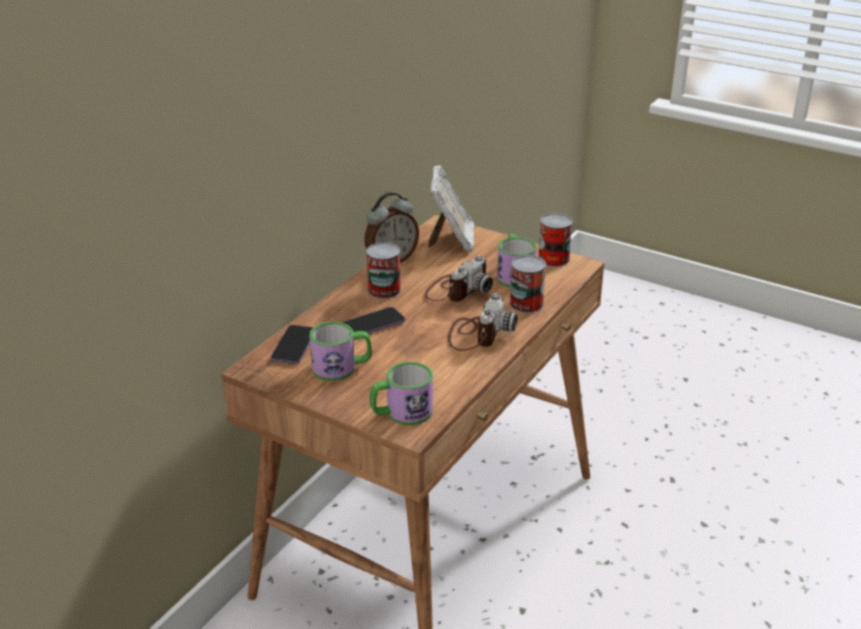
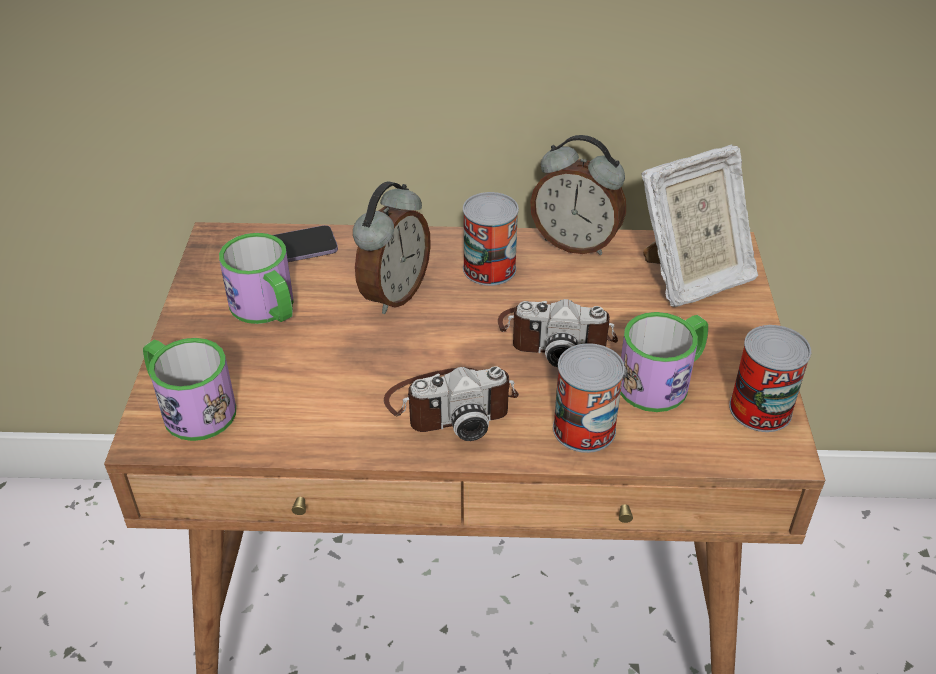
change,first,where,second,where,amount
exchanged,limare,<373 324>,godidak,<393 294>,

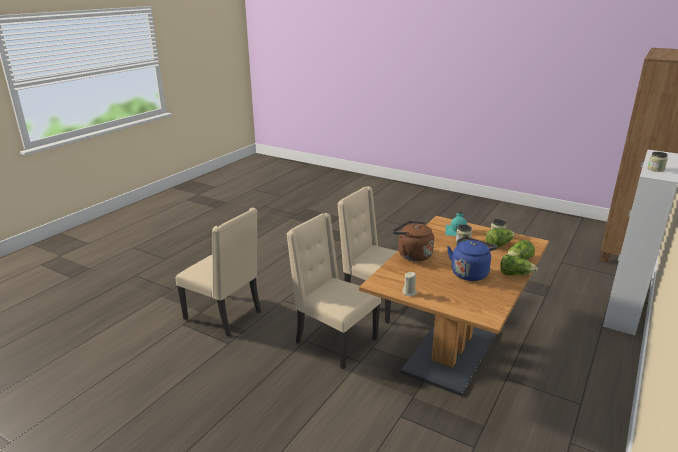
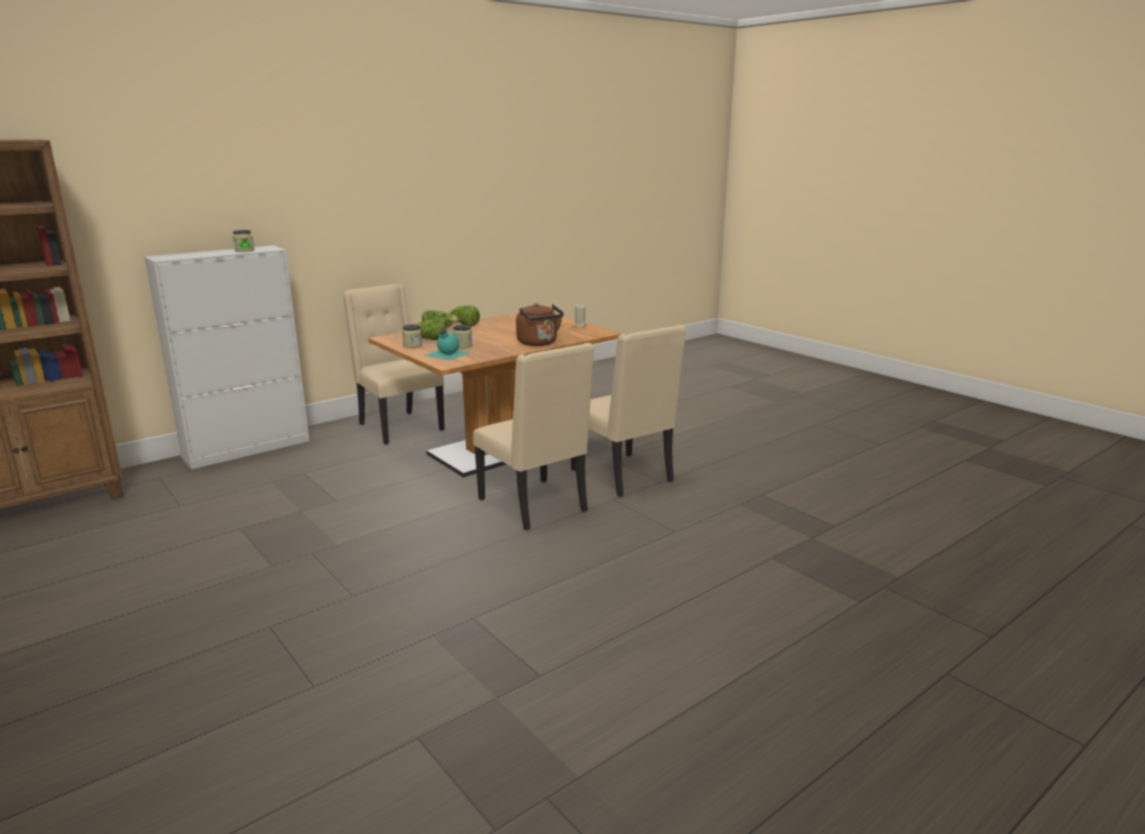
change,first,where,second,where,amount
relocated,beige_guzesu,<225 315>,,<398 427>,
missing,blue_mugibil,<470 273>,,,

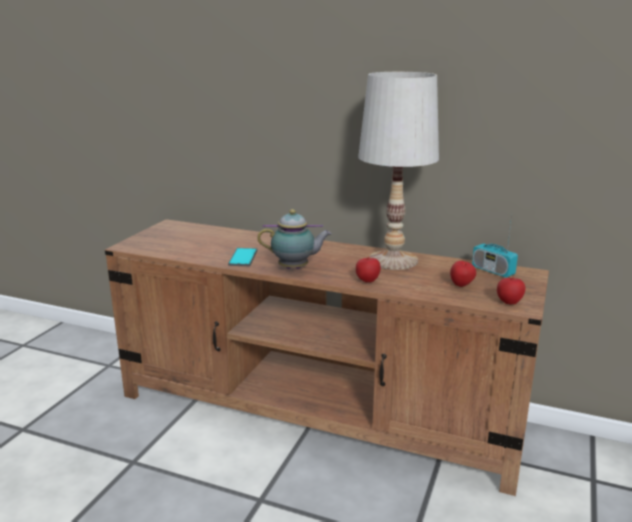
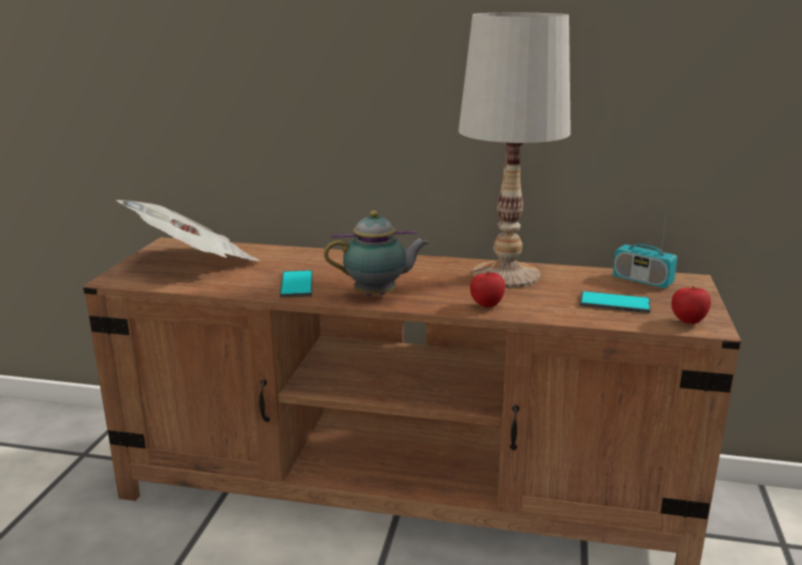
change,first,where,second,where,amount
appeared,,,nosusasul,<195 263>,
exchanged,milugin,<461 286>,limare,<614 303>,

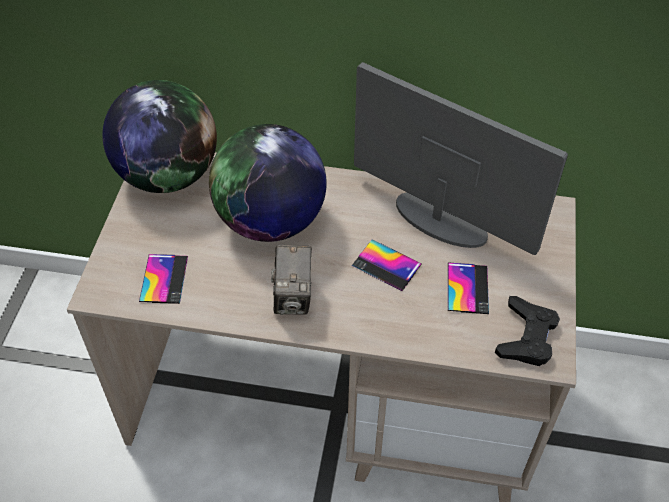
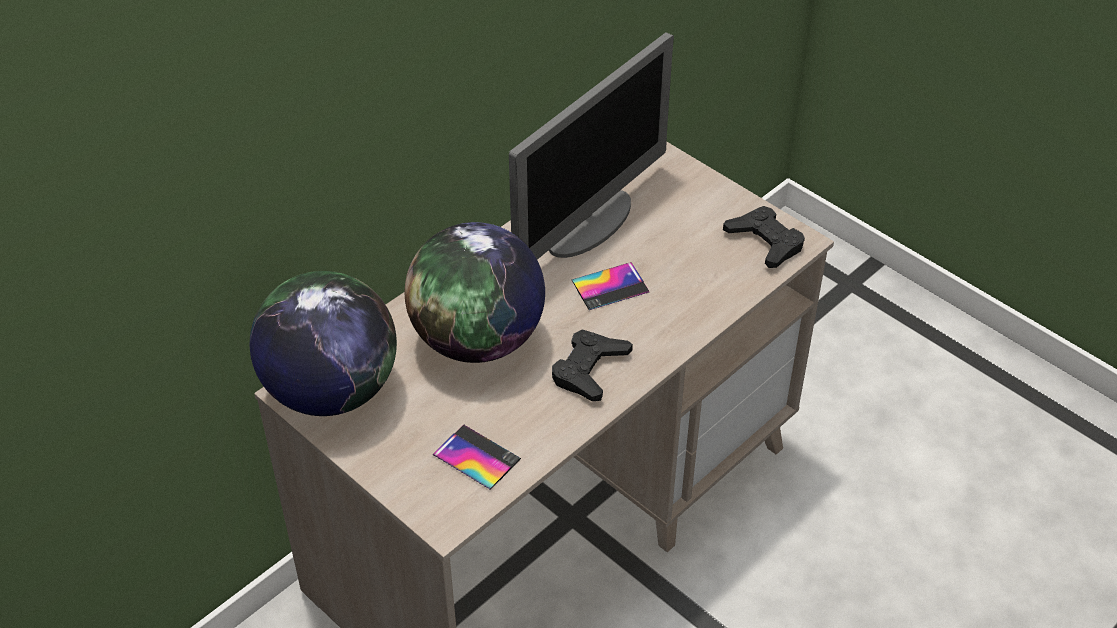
change,first,where,second,where,amount
spun,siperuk,<440 220>,,<590 224>,150 degrees clockwise
exchanged,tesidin,<293 297>,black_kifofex,<589 369>,
missing,limare,<467 288>,,,

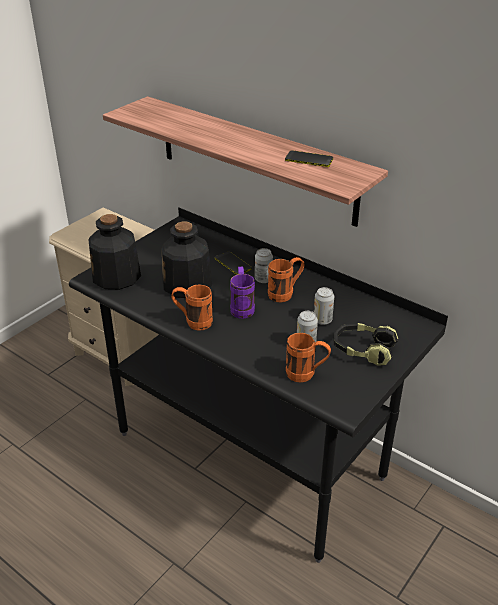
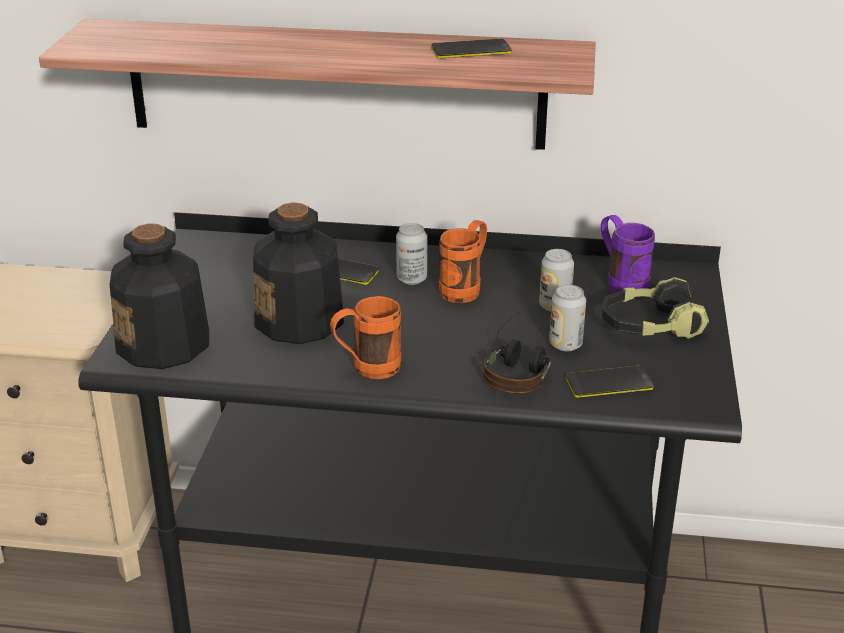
change,first,where,second,where,amount
appeared,,,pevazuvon,<519 367>,
exchanged,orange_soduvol,<306 375>,limare,<609 383>,
relocated,purple_soduvol,<242 307>,,<621 282>,

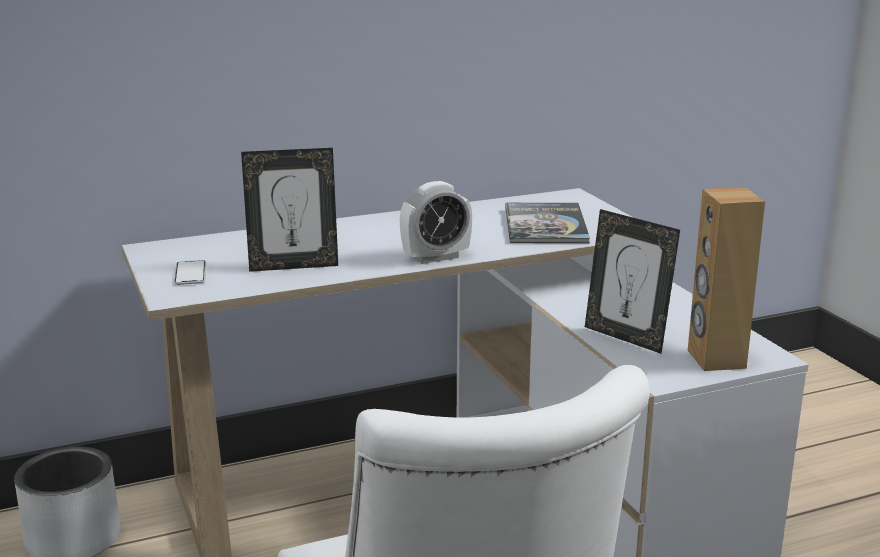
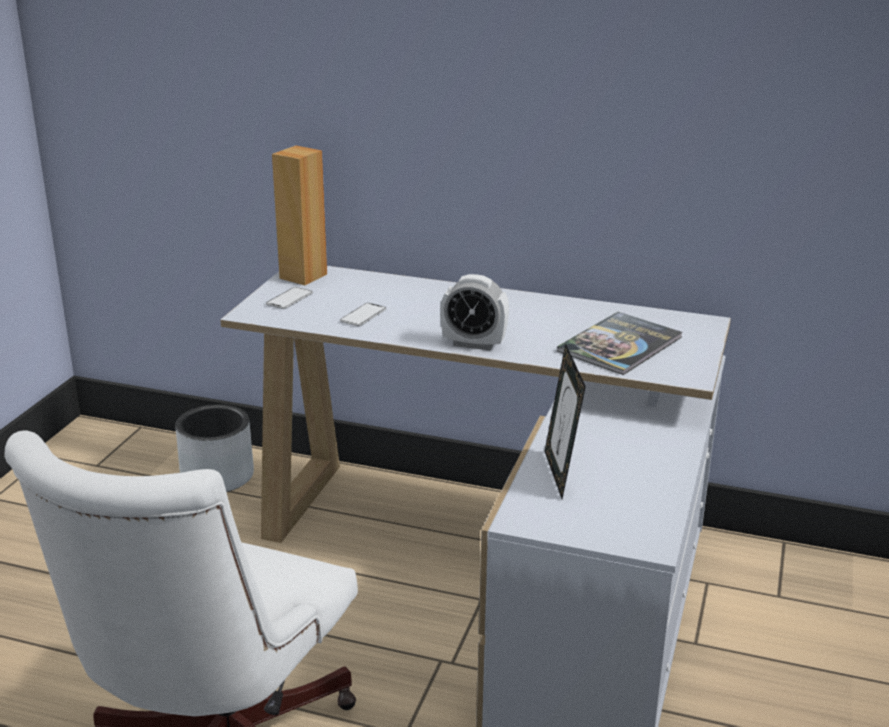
change,first,where,second,where,amount
relocated,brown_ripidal,<715 359>,,<303 276>,
exchanged,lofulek,<293 266>,limare,<363 316>,

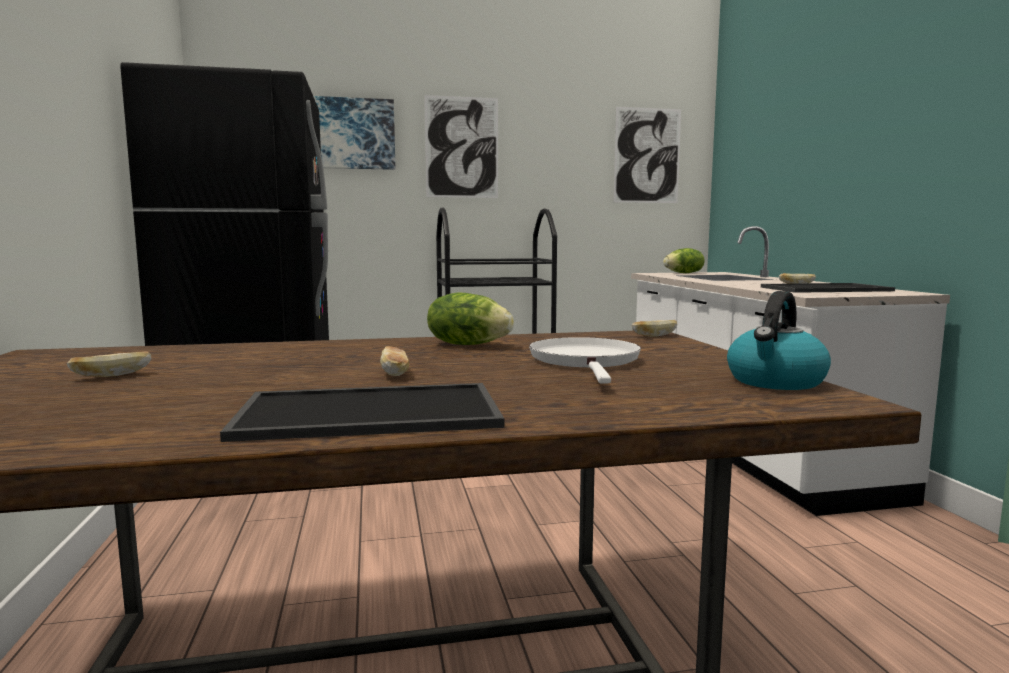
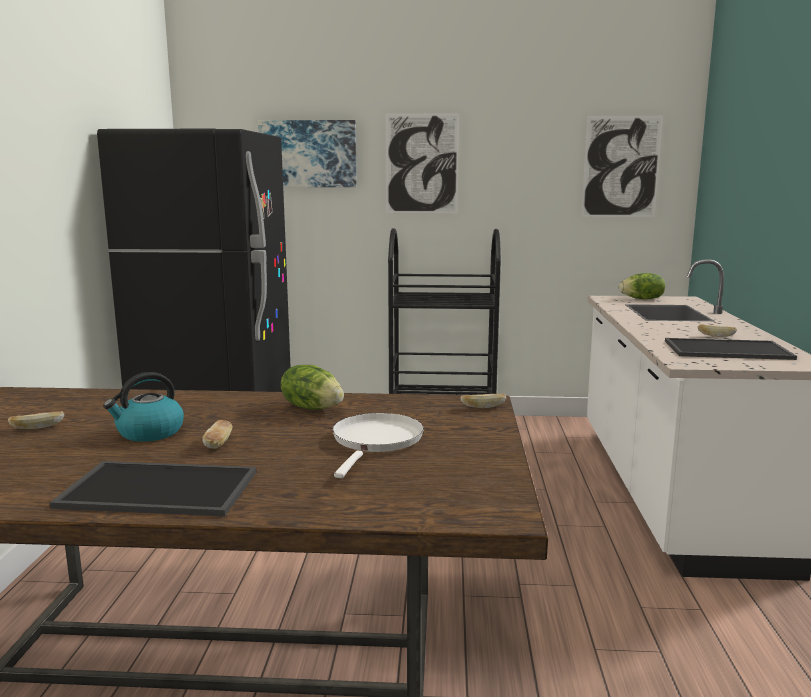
change,first,where,second,where,amount
relocated,mugibil,<775 382>,,<149 433>,

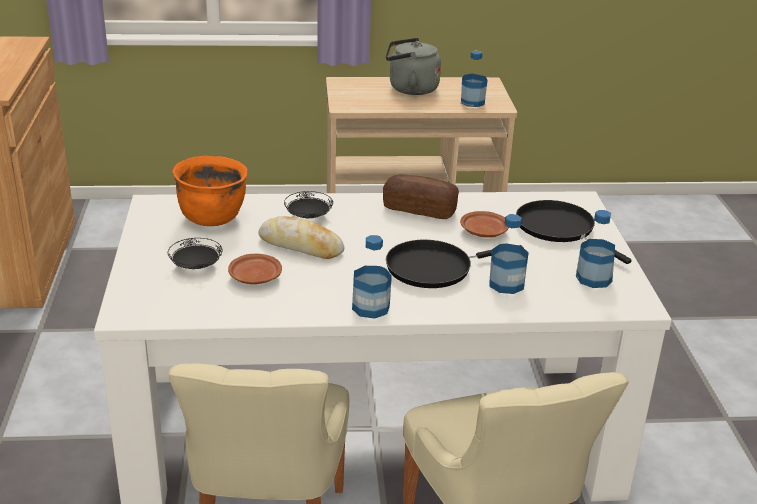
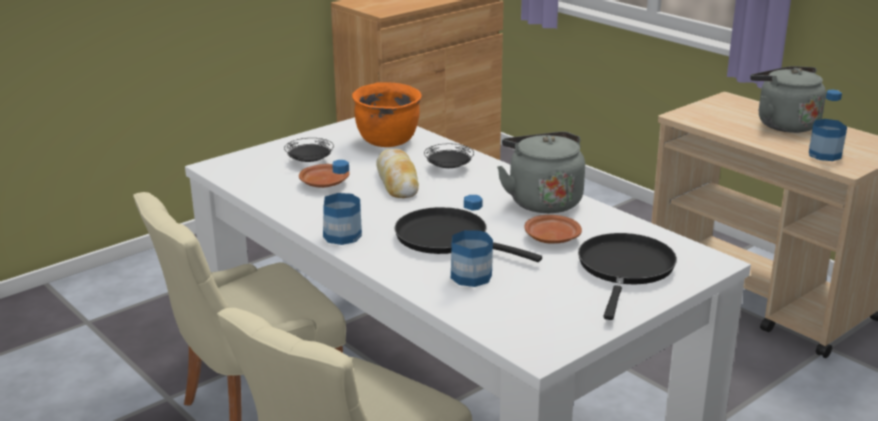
change,first,where,second,where,amount
exchanged,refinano,<419 209>,grey_mugibil,<542 200>,
missing,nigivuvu,<594 278>,,,

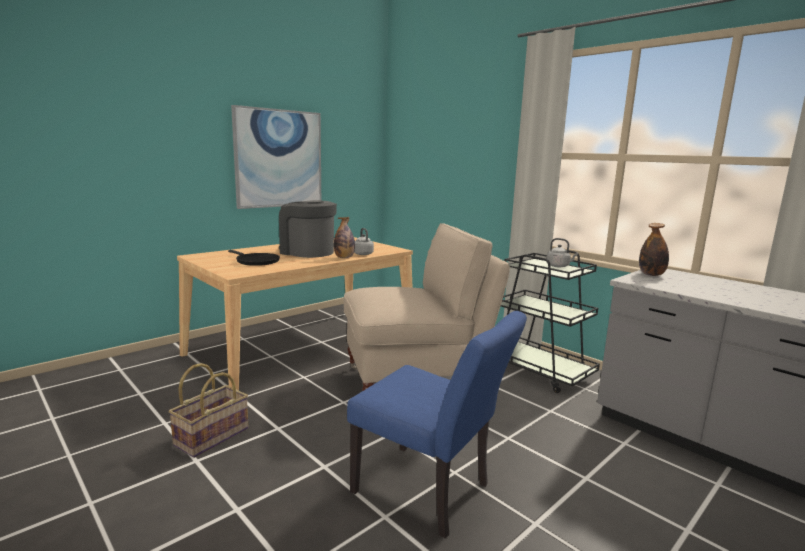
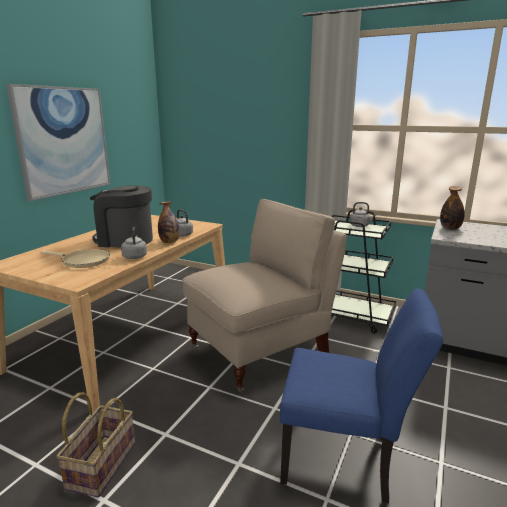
change,first,where,second,where,amount
colour,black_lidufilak,<256 261>,beige_lidufilak,<83 261>,
appeared,,,grey_mugibil,<135 256>,

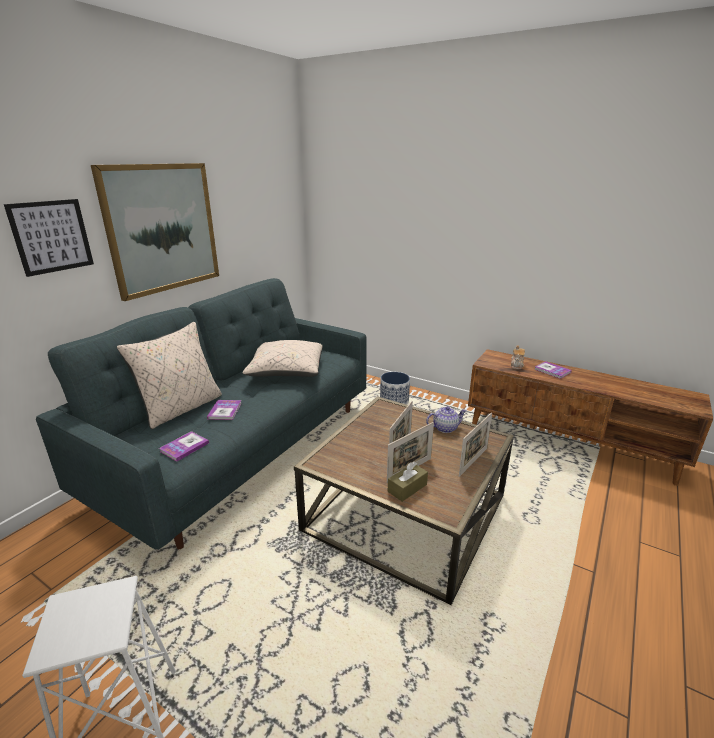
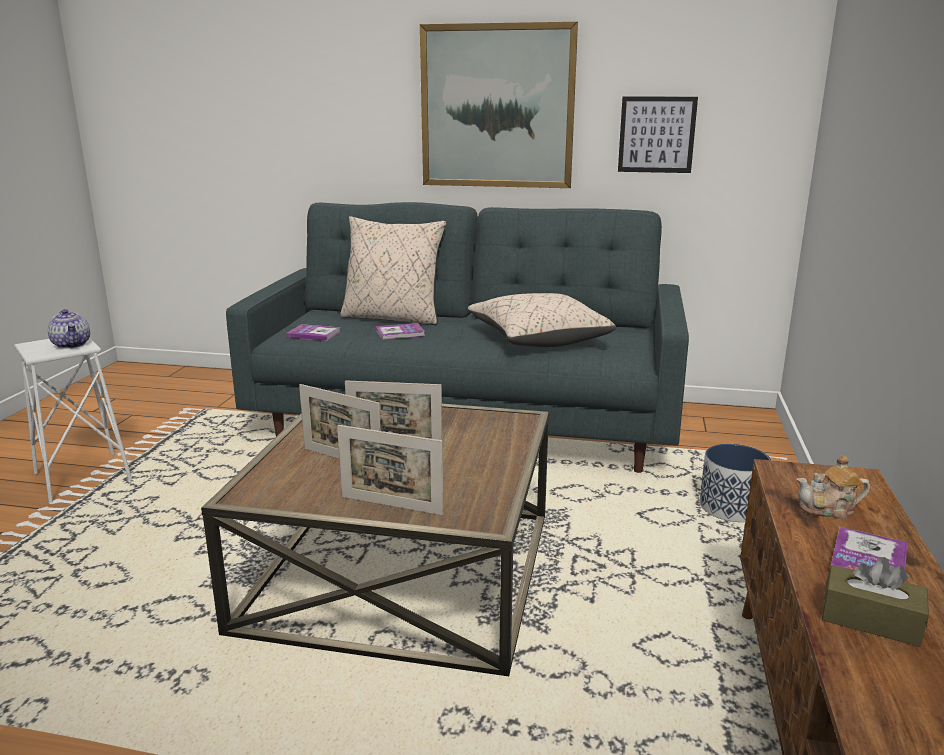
change,first,where,second,where,amount
relocated,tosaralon,<445 428>,,<72 345>,
relocated,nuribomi,<51 236>,,<656 134>,
relocated,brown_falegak,<407 488>,,<870 620>,

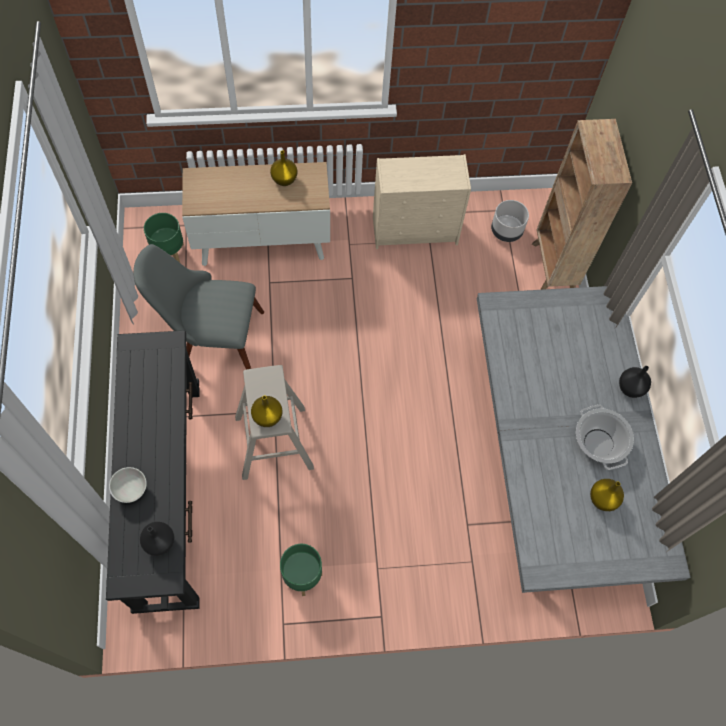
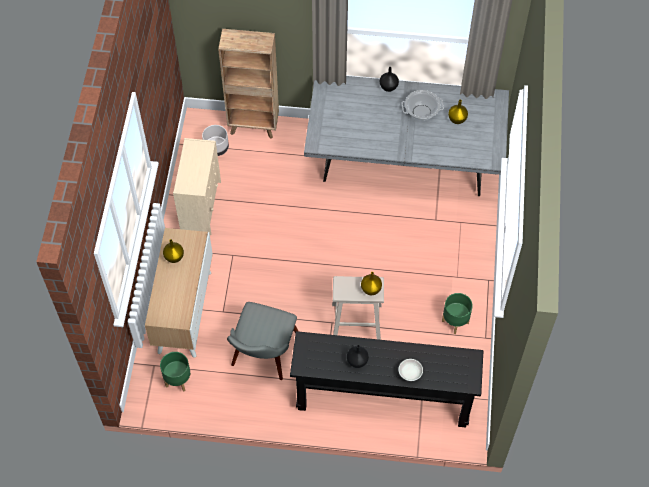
change,first,where,second,where,amount
relocated,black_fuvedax,<159 542>,,<357 361>,

